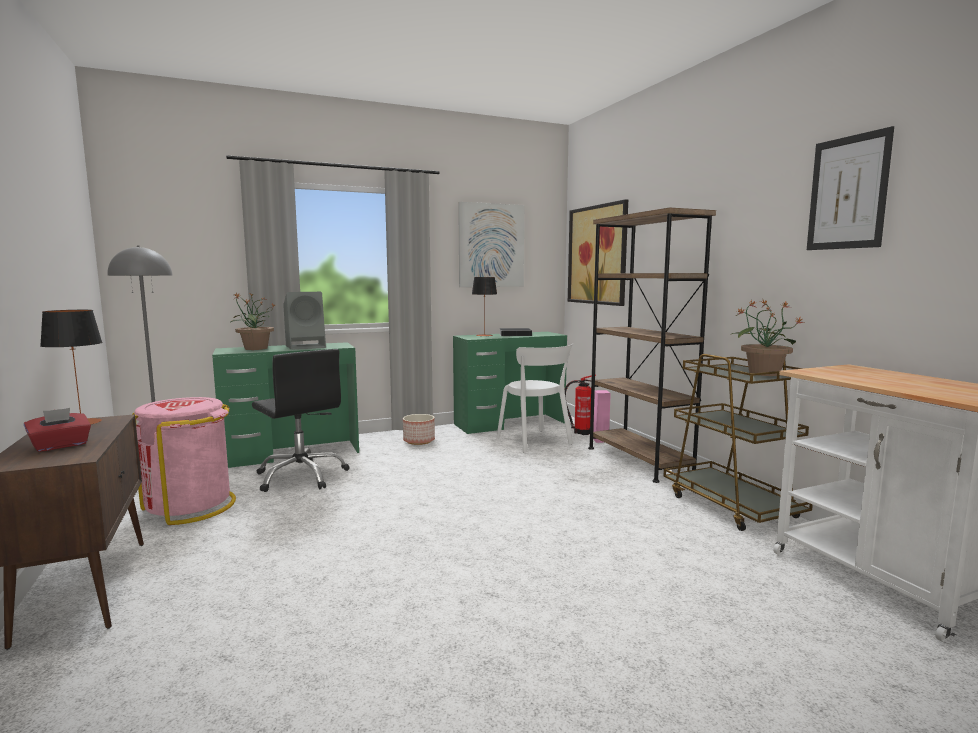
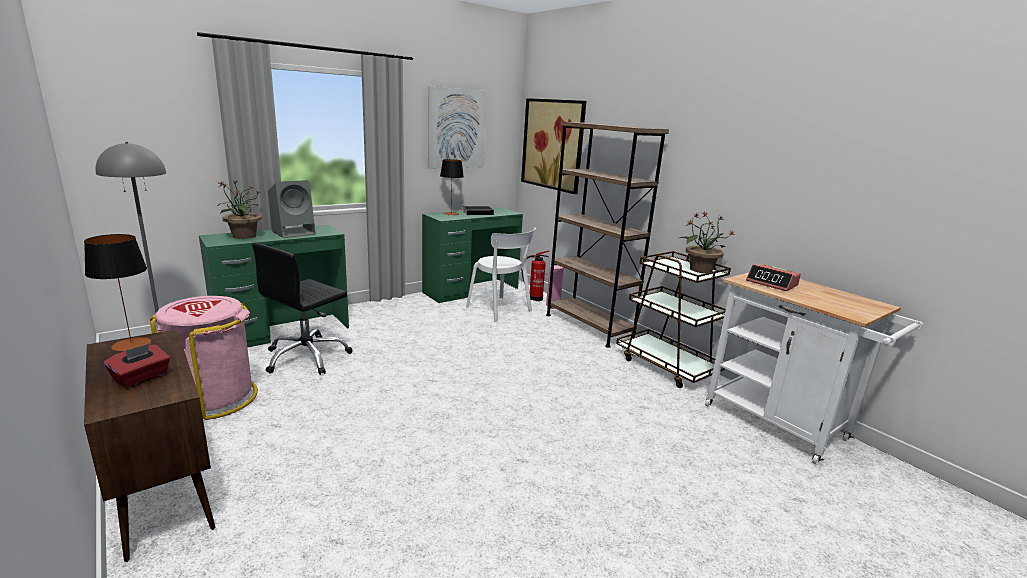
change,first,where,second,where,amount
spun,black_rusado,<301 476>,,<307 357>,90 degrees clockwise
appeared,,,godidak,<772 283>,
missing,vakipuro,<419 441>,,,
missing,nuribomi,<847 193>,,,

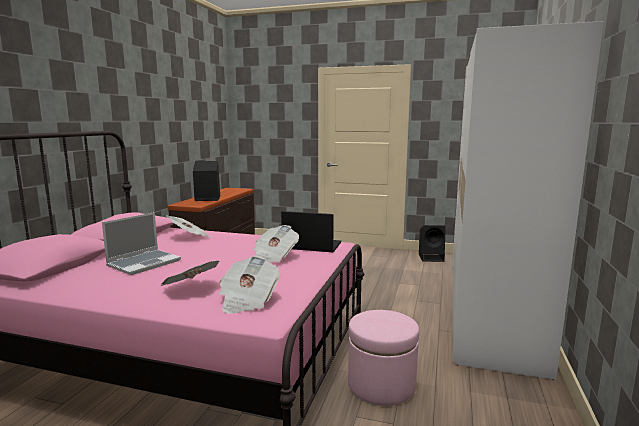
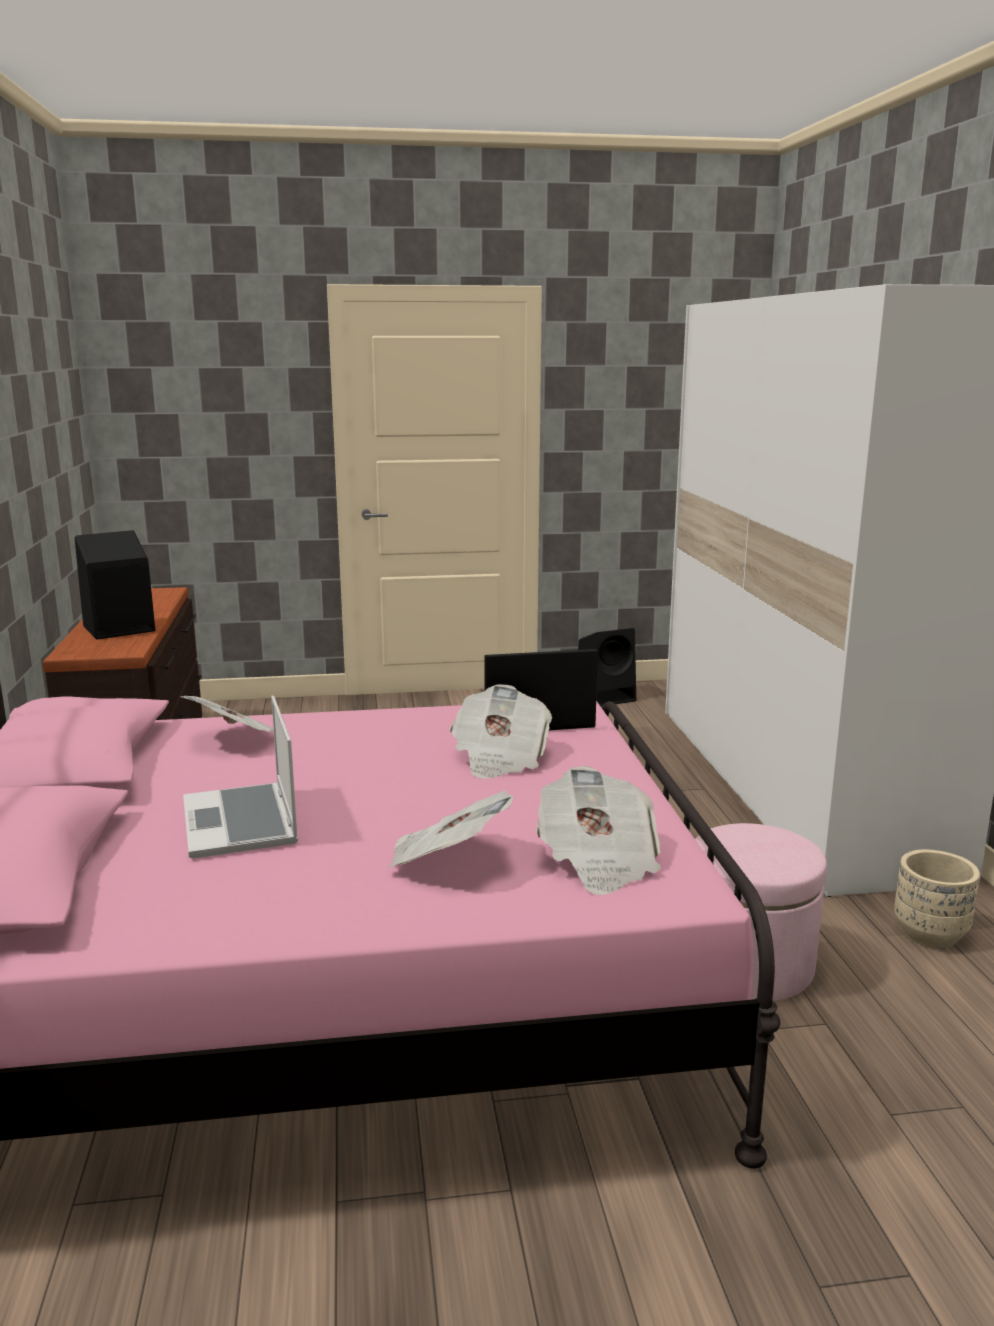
change,first,where,second,where,amount
spun,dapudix,<144 263>,,<242 823>,150 degrees clockwise
appeared,,,beige_vakipuro,<930 934>,

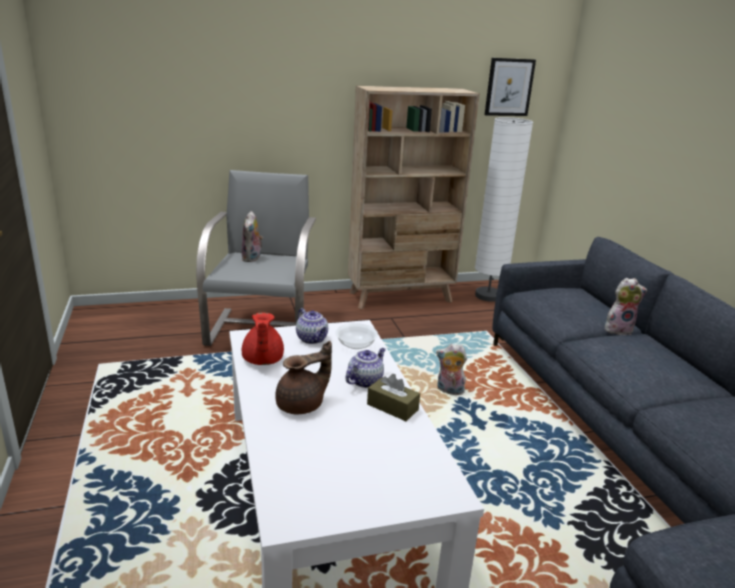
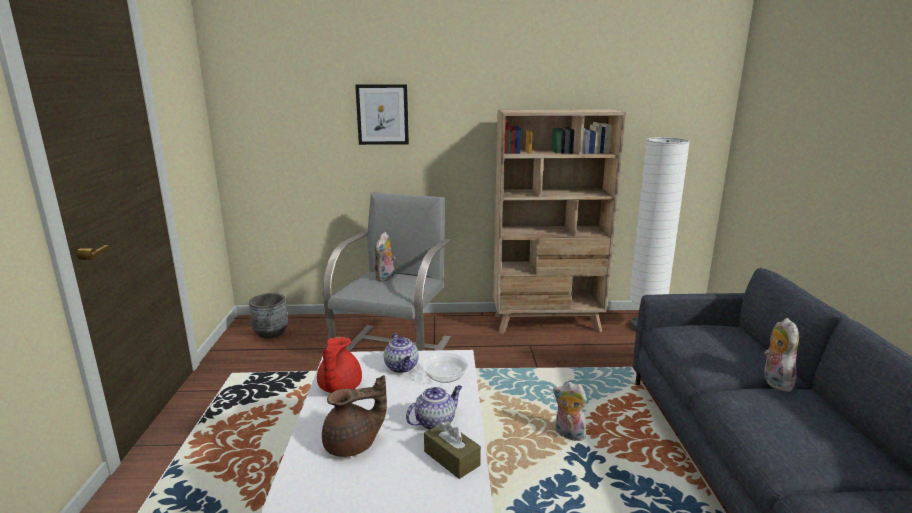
change,first,where,second,where,amount
appeared,,,grey_vakipuro,<271 333>,
relocated,nuribomi,<509 87>,,<382 114>,
spun,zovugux,<618 329>,,<774 381>,90 degrees counterclockwise

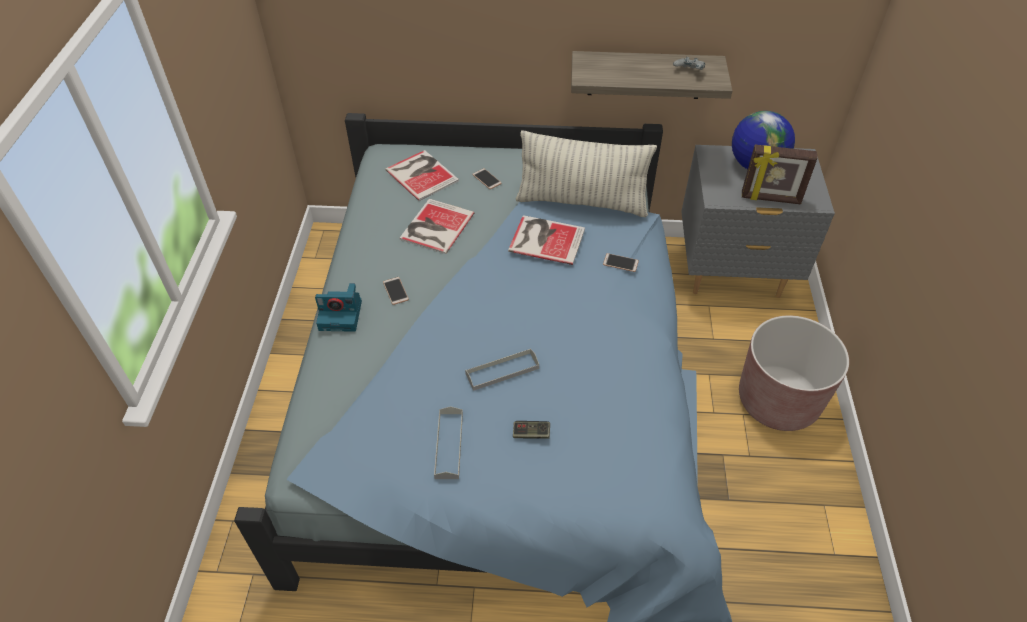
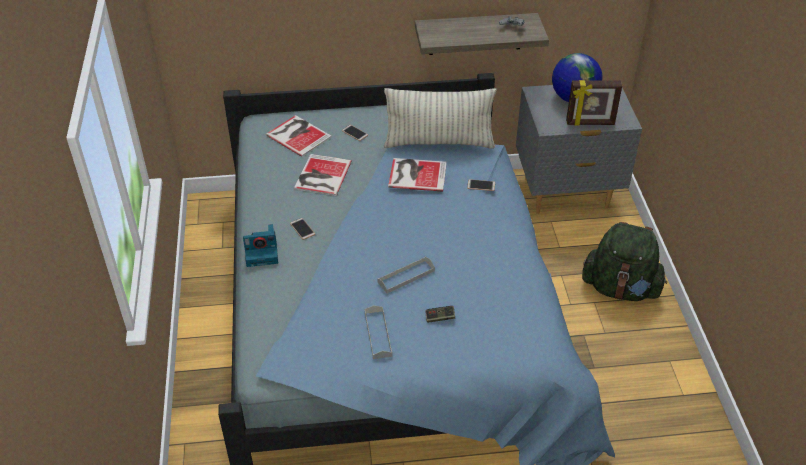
change,first,where,second,where,amount
exchanged,brown_vakipuro,<777 401>,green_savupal,<620 288>,

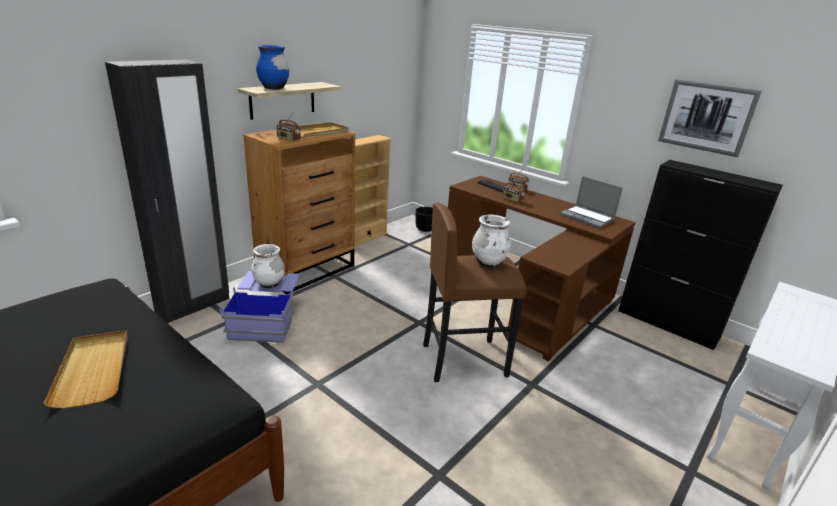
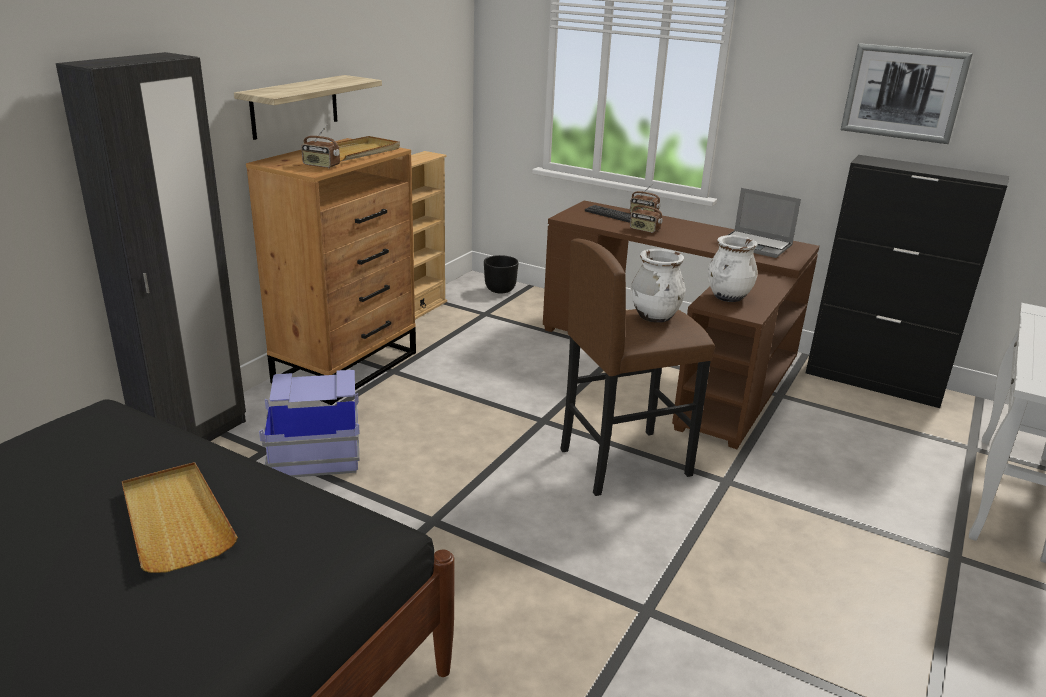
change,first,where,second,where,amount
relocated,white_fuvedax,<269 284>,,<728 297>,
missing,blue_fuvedax,<274 88>,,,

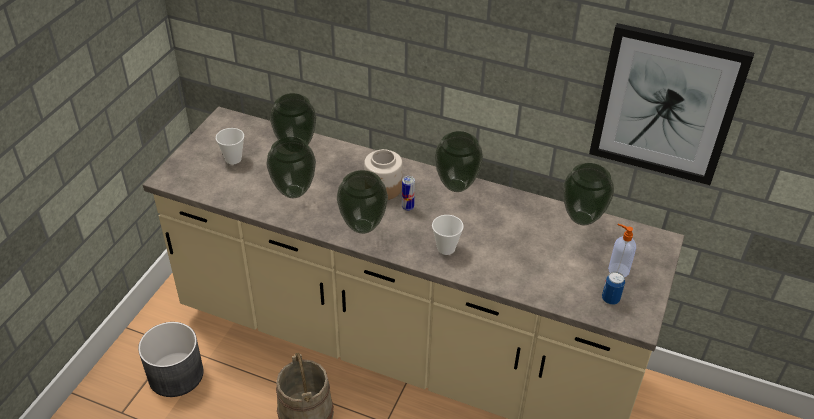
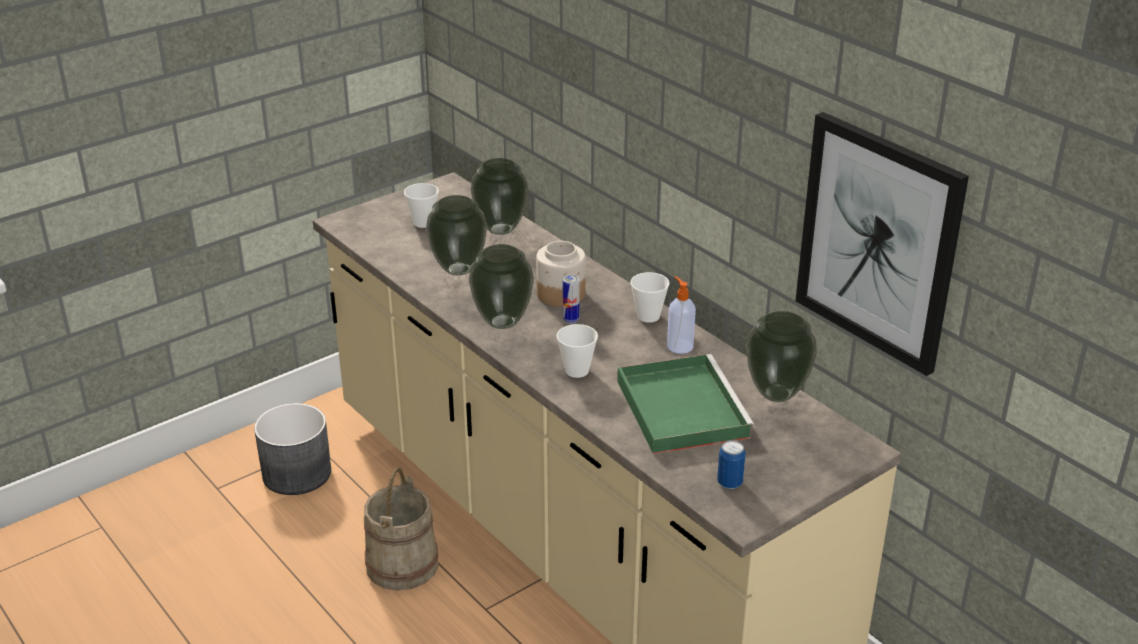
change,first,where,second,where,amount
appeared,,,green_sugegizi,<680 407>,
exchanged,fuvedax,<455 186>,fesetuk,<648 316>,
relocated,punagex,<617 270>,,<679 346>,

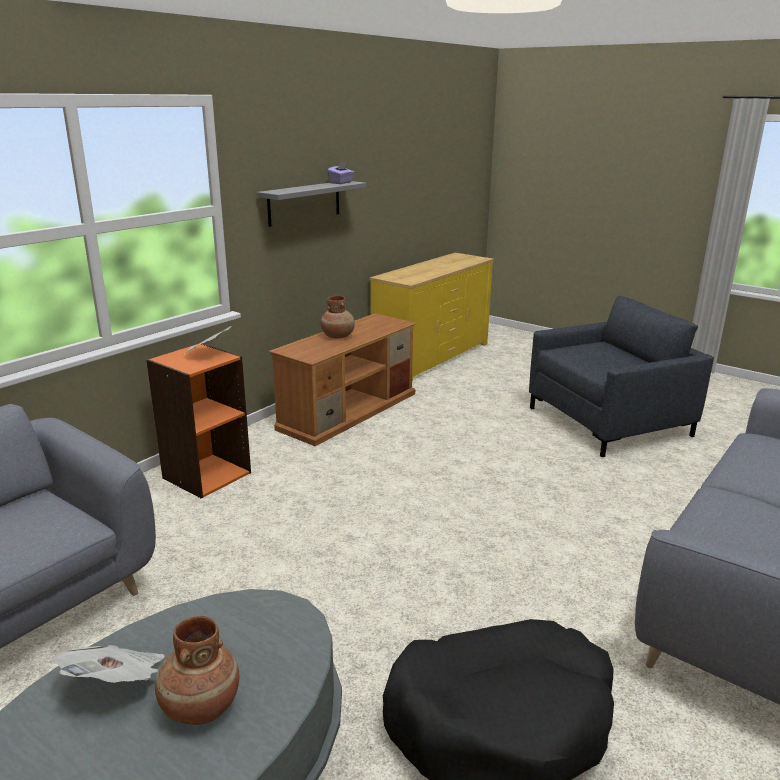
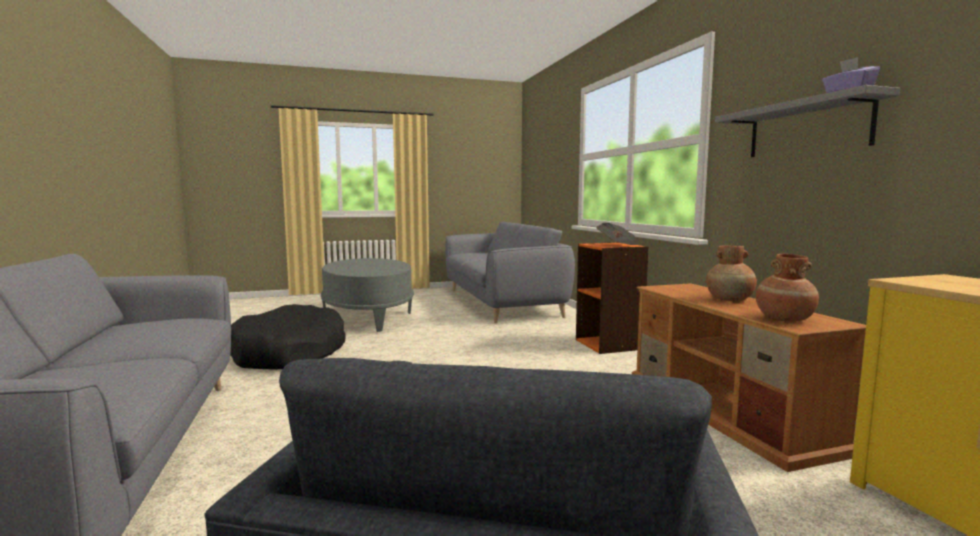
change,first,where,second,where,amount
relocated,brown_fuvedax,<200 707>,,<784 319>,
missing,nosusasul,<117 682>,,,

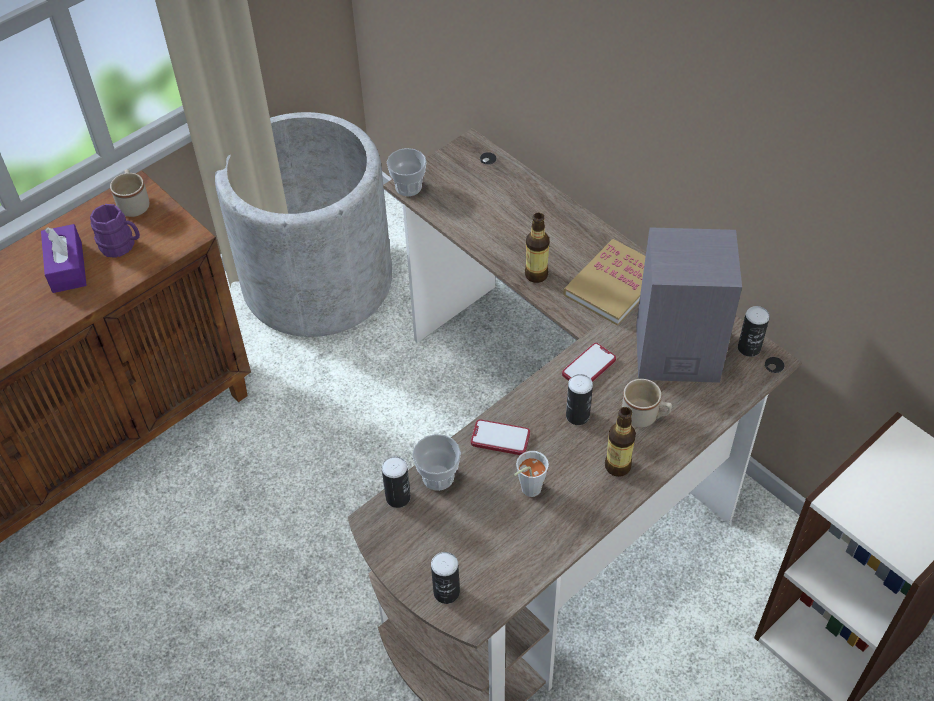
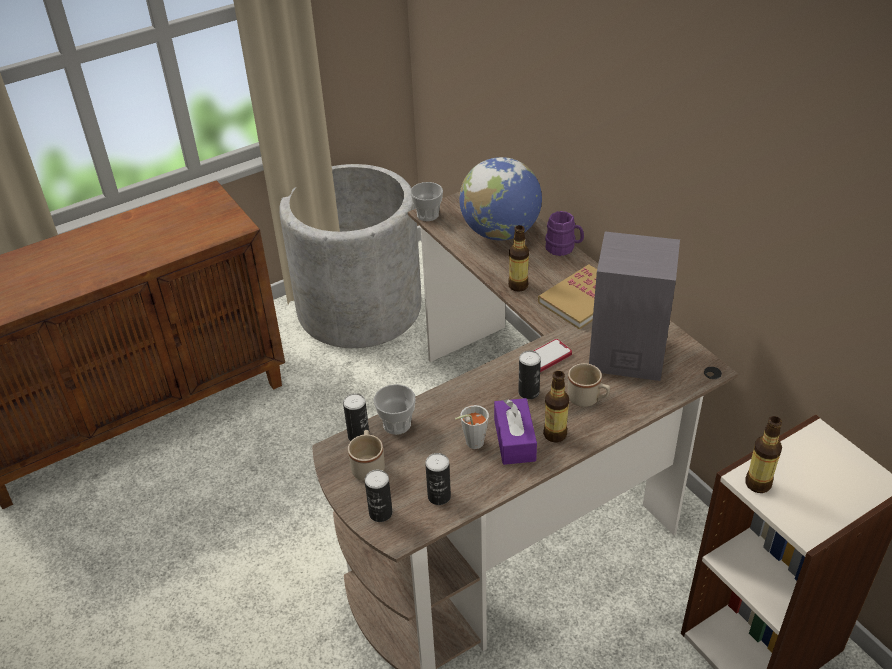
change,first,where,second,where,amount
relocated,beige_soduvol,<134 203>,,<368 466>,
relocated,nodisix,<749 348>,,<439 496>,
appeared,,,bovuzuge,<500 232>,
relocated,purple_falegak,<67 267>,,<514 440>,
relocated,purple_soduvol,<122 246>,,<564 248>,
appeared,,,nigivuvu,<758 484>,
missing,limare,<500 438>,,,

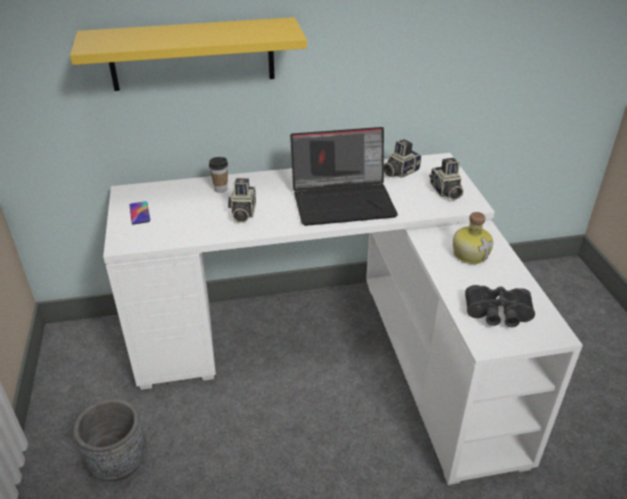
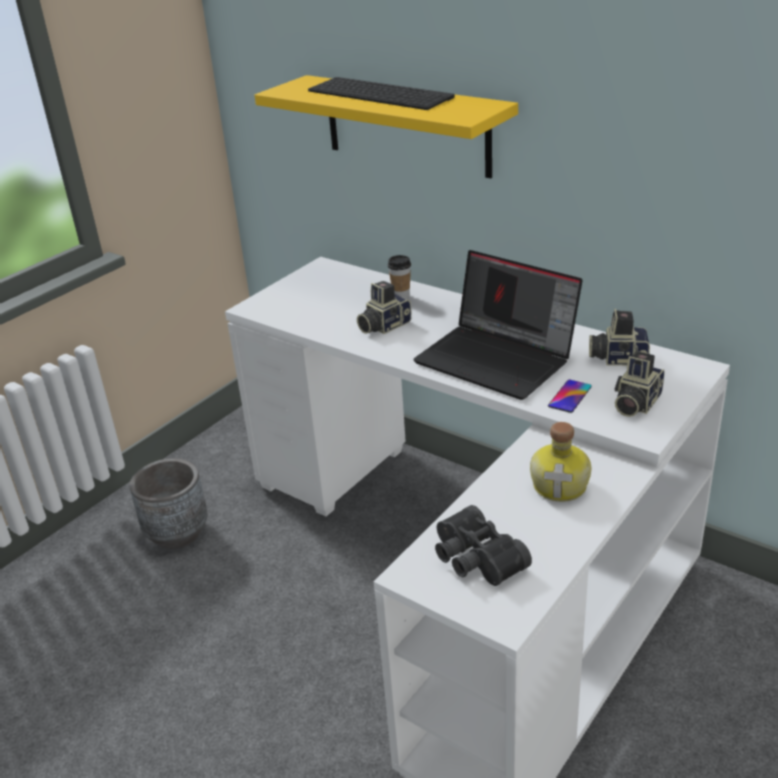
change,first,where,second,where,amount
appeared,,,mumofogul,<382 93>,
relocated,limare,<139 213>,,<570 396>,

